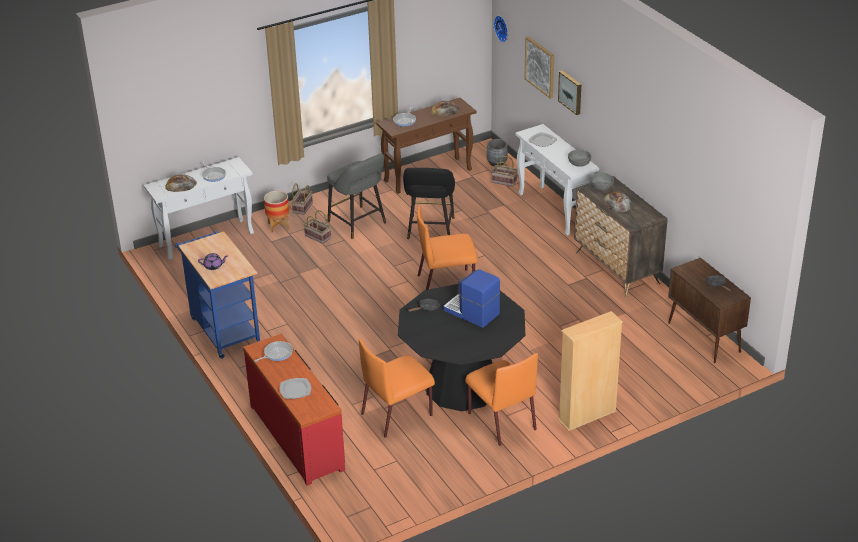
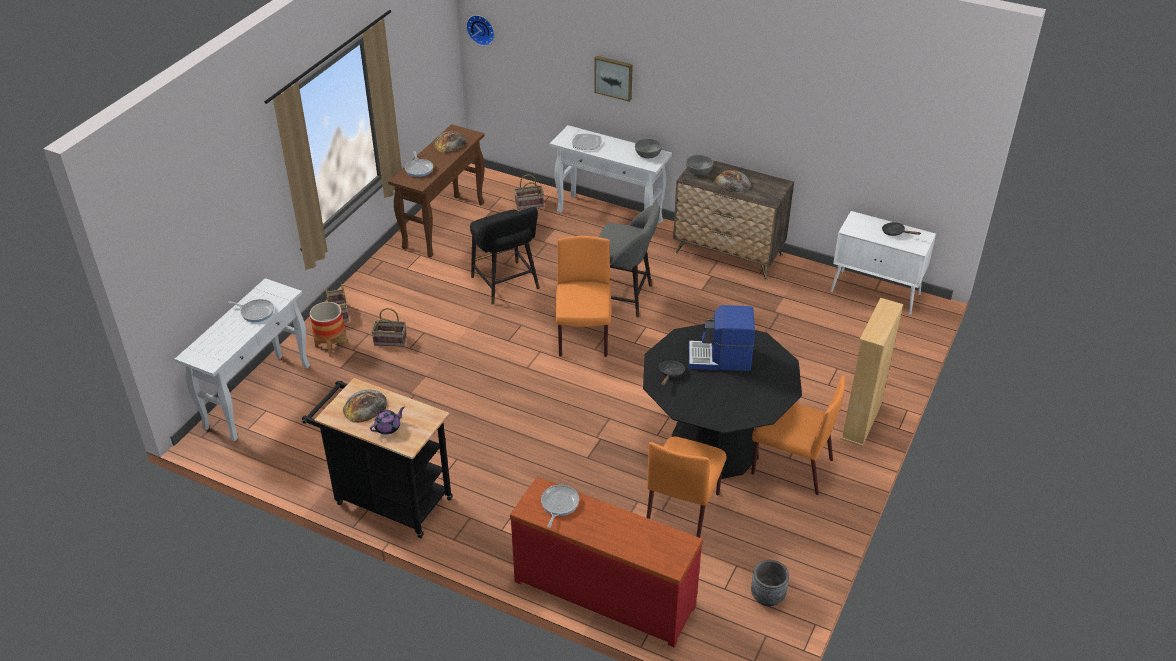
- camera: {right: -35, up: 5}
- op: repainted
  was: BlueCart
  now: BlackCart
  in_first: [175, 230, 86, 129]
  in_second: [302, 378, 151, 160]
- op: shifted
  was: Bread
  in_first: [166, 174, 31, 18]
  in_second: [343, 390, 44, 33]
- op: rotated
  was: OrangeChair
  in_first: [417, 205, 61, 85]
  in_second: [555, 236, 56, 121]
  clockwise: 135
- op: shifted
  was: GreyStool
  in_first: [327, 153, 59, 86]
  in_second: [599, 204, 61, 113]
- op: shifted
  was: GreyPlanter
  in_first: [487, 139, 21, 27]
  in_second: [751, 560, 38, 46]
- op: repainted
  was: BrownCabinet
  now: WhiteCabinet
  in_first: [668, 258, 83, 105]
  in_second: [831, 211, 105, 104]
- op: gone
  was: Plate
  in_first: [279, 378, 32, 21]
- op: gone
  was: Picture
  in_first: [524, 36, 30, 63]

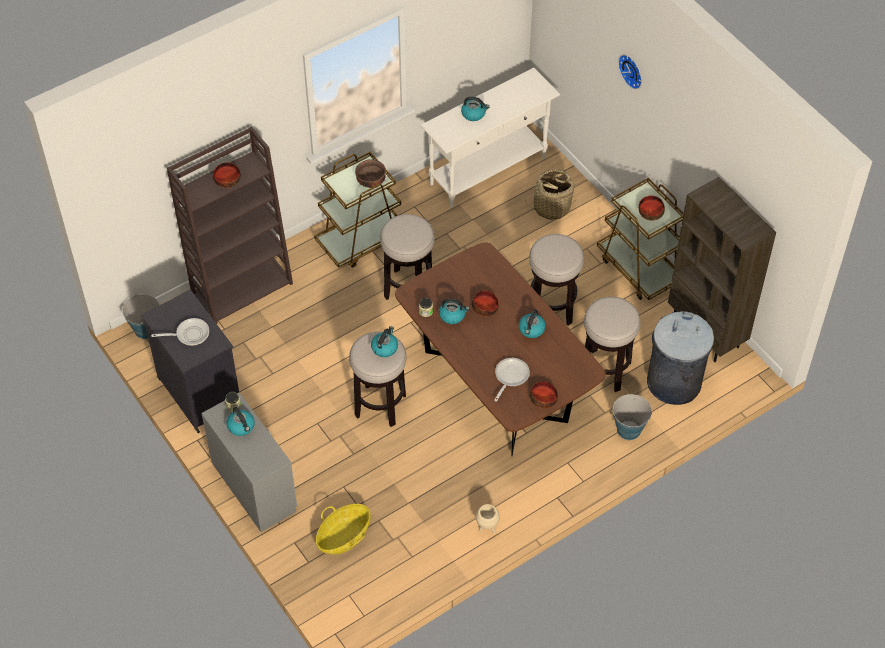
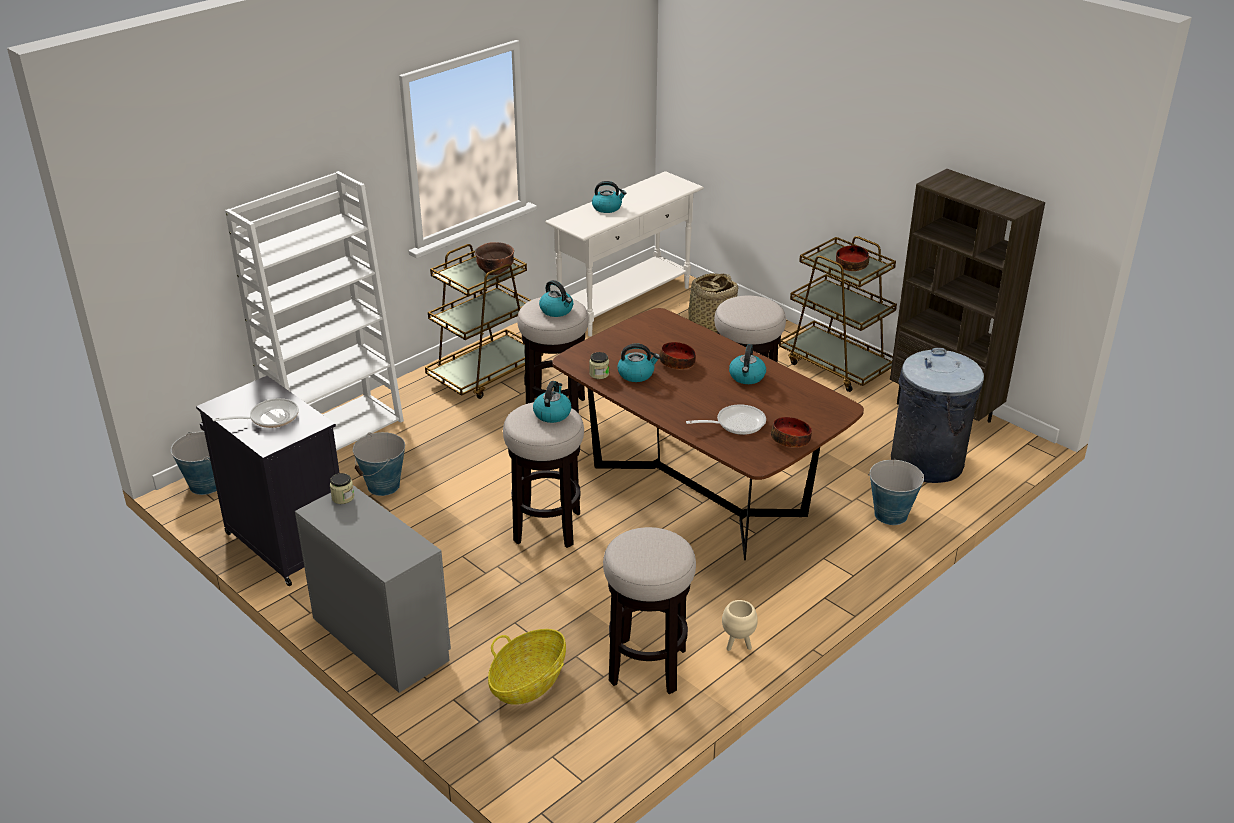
- camera: {right: -10, up: -20}
- op: repainted
  was: BrownBookcase
  now: WhiteBookcase
  in_first: [167, 126, 126, 198]
  in_second: [225, 171, 179, 280]
- op: new
  now: Bucket
  in_second: [353, 432, 52, 64]
- op: shifted
  was: Kettle
  in_first: [226, 407, 29, 29]
  in_second: [539, 280, 34, 37]
- op: shifted
  was: Stool
  in_first: [584, 297, 57, 95]
  in_second: [603, 527, 93, 167]
- op: rotated
  was: FryingPan
  in_first: [494, 358, 36, 44]
  in_second: [686, 404, 80, 31]
  clockwise: 60
- op: gone
  was: Bowl
  in_first: [213, 162, 28, 26]
- op: gone
  was: WallClock
  in_first: [618, 54, 24, 35]

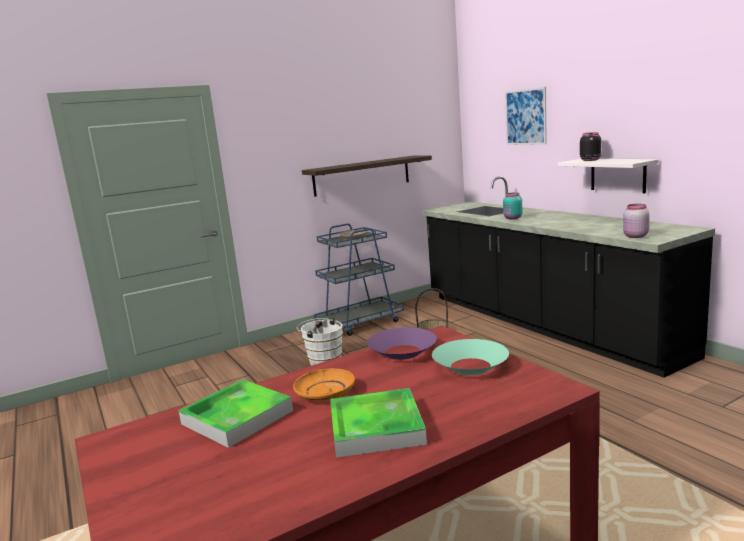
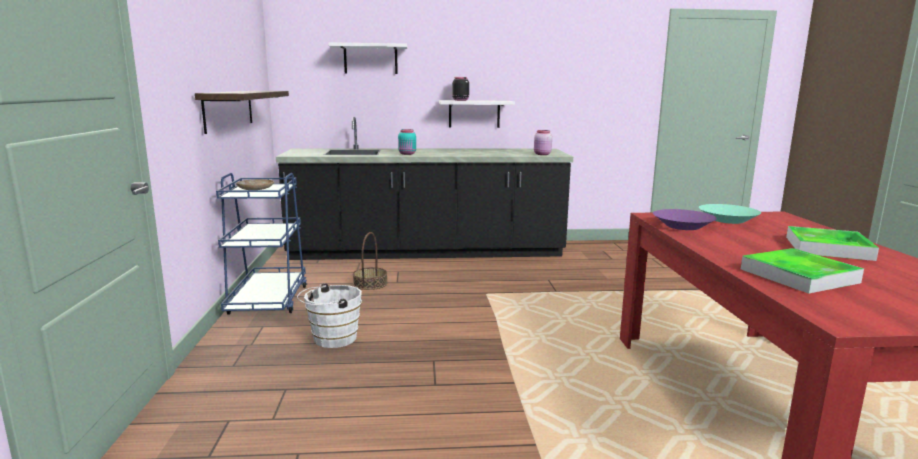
- camera: {right: -65, up: 0}
- op: swapped
  was: Picture
  now: WhiteShelf
  in_first: [505, 87, 42, 58]
  in_second: [328, 42, 79, 32]
- op: gone
  was: OrangePlate
  in_first: [293, 368, 62, 33]

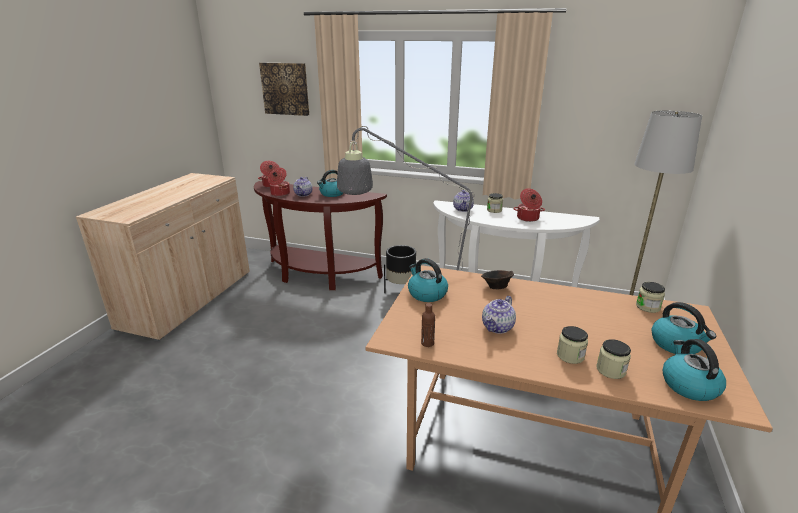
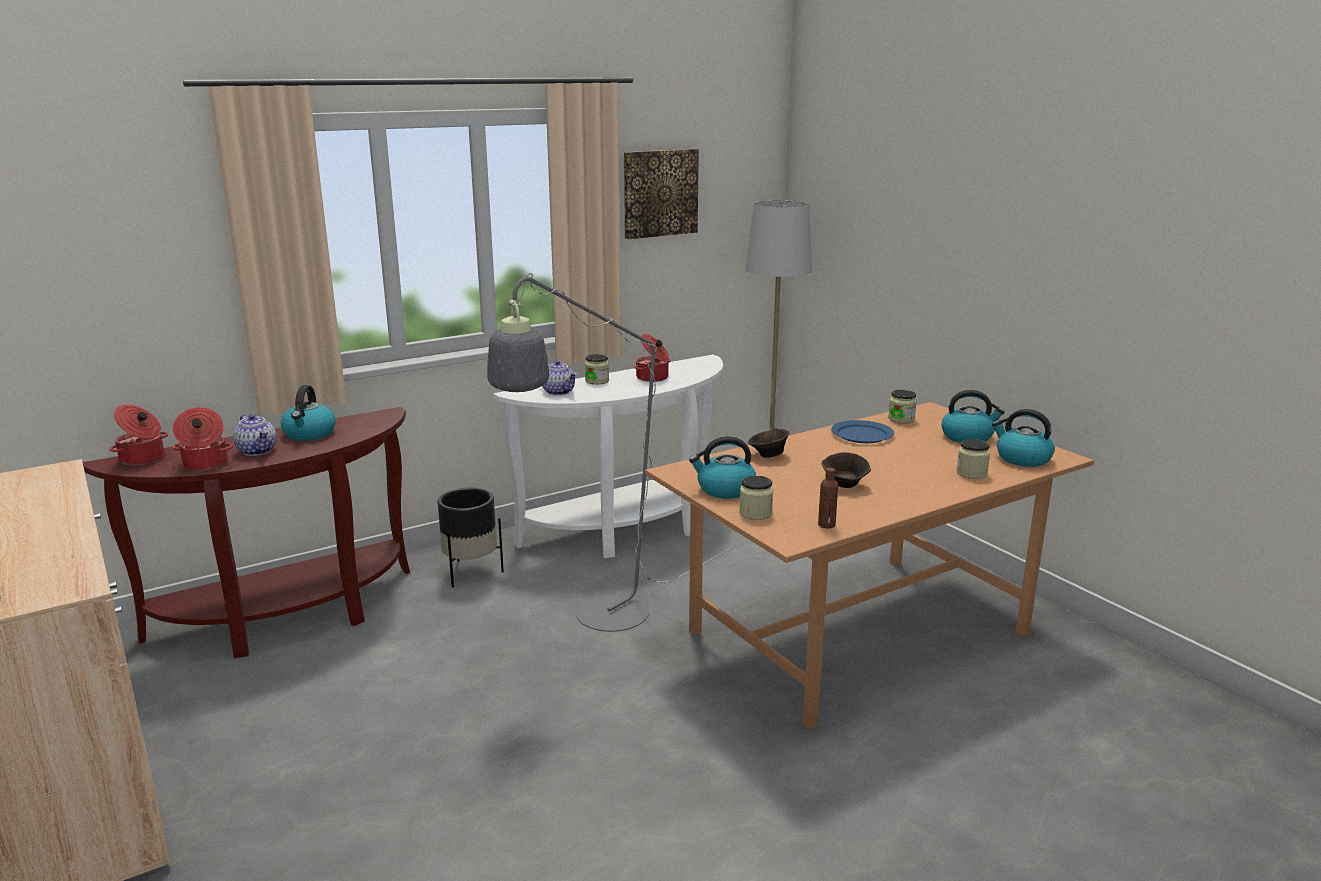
- camera: {right: -50, up: -5}
- op: shifted
  was: Picture
  in_first: [259, 62, 50, 54]
  in_second: [624, 149, 75, 90]
- op: shifted
  was: Jar
  in_first: [557, 326, 31, 38]
  in_second: [739, 476, 34, 44]
- op: swapped
  was: Teapot
  now: BrownBowl
  in_first: [482, 296, 34, 38]
  in_second: [822, 452, 49, 36]
- op: new
  now: BluePlate
  in_second: [831, 420, 63, 23]

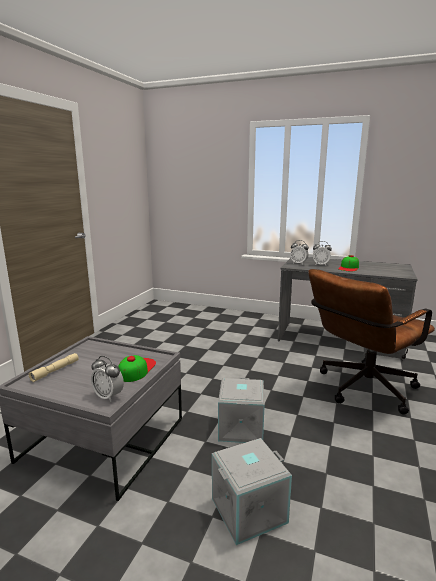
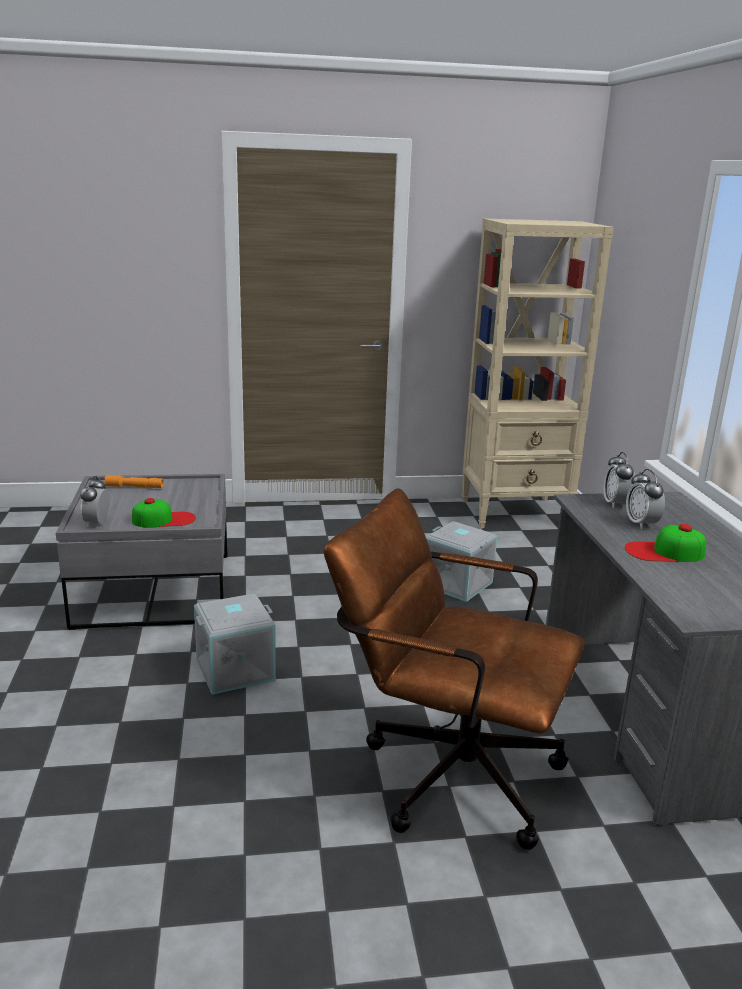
- camera: {right: 60, up: 5}
- op: repainted
  was: BeigeFlashlight
  now: OrangeFlashlight
  in_first: [29, 353, 50, 29]
  in_second: [104, 475, 60, 13]
- op: shifted
  was: GreyStorageBox
  in_first: [212, 438, 80, 107]
  in_second: [426, 521, 71, 81]
- op: new
  now: BeigeBookcase
  in_second: [462, 218, 152, 310]

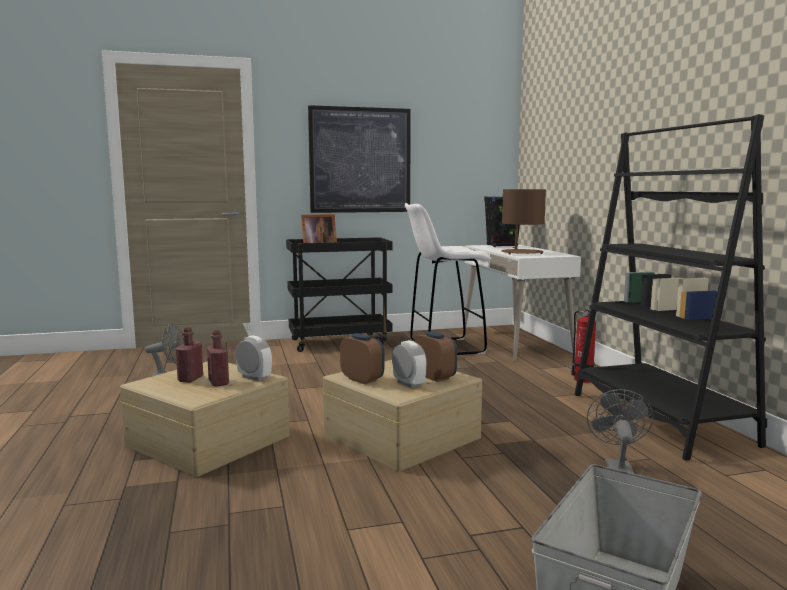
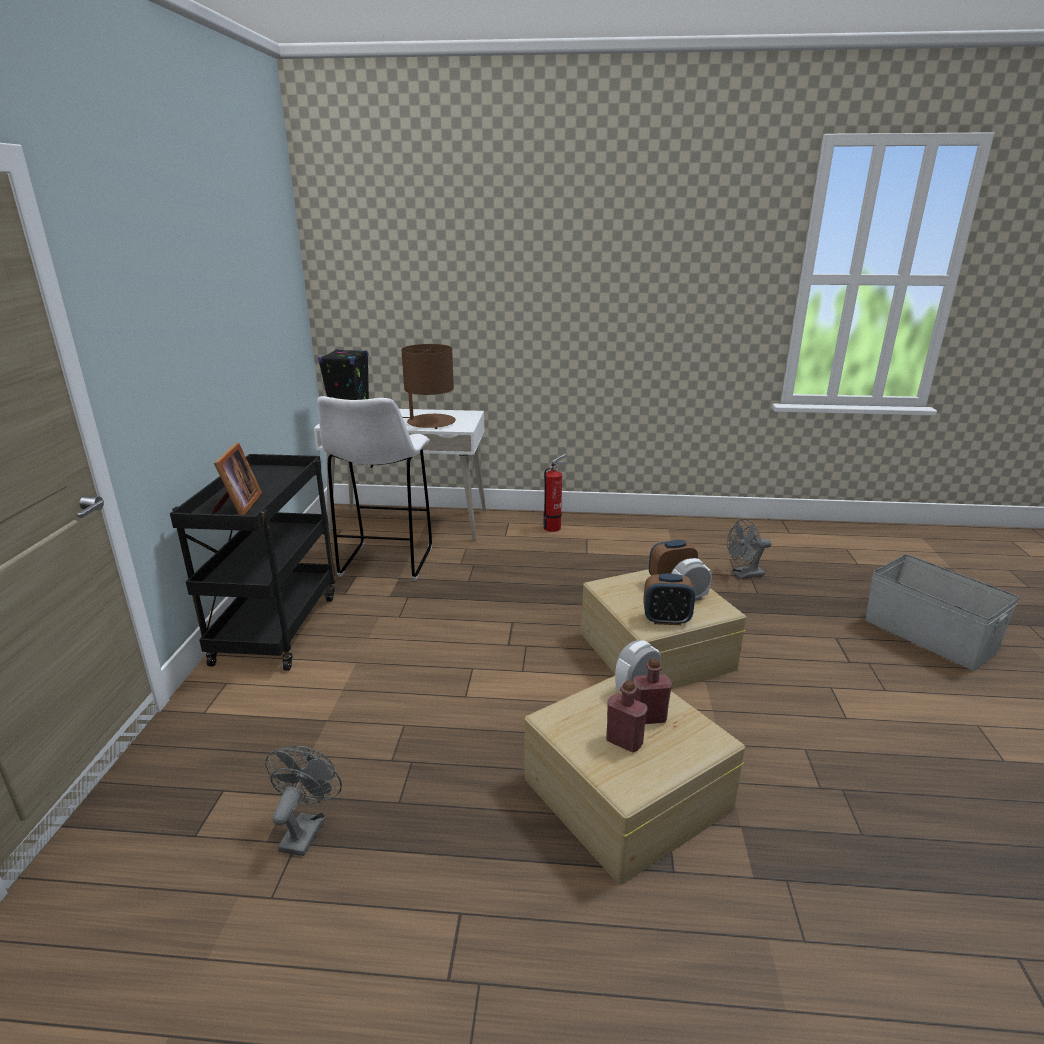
- camera: {right: -70, up: 15}
- op: rotated
  was: AlarmClock
  in_first: [340, 333, 44, 51]
  in_second: [643, 574, 52, 51]
  clockwise: -150
- op: rotated
  was: GreyFan
  in_first: [587, 389, 66, 84]
  in_second: [727, 518, 45, 61]
  clockwise: -45
- op: gone
  was: Picture
  in_first: [308, 105, 103, 108]
- op: gone
  was: BlackBookcase
  in_first: [575, 114, 192, 347]

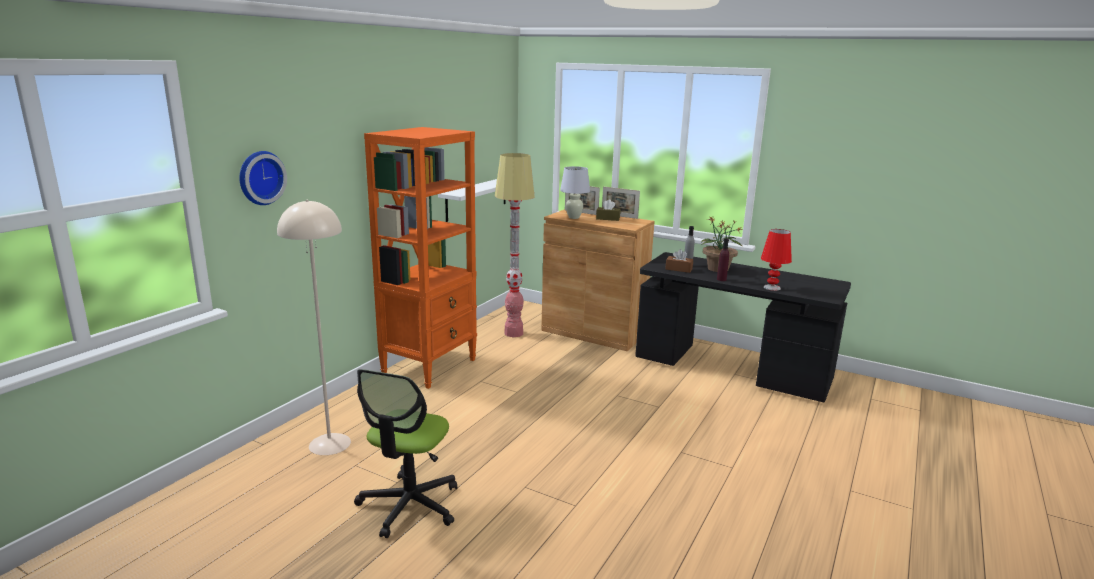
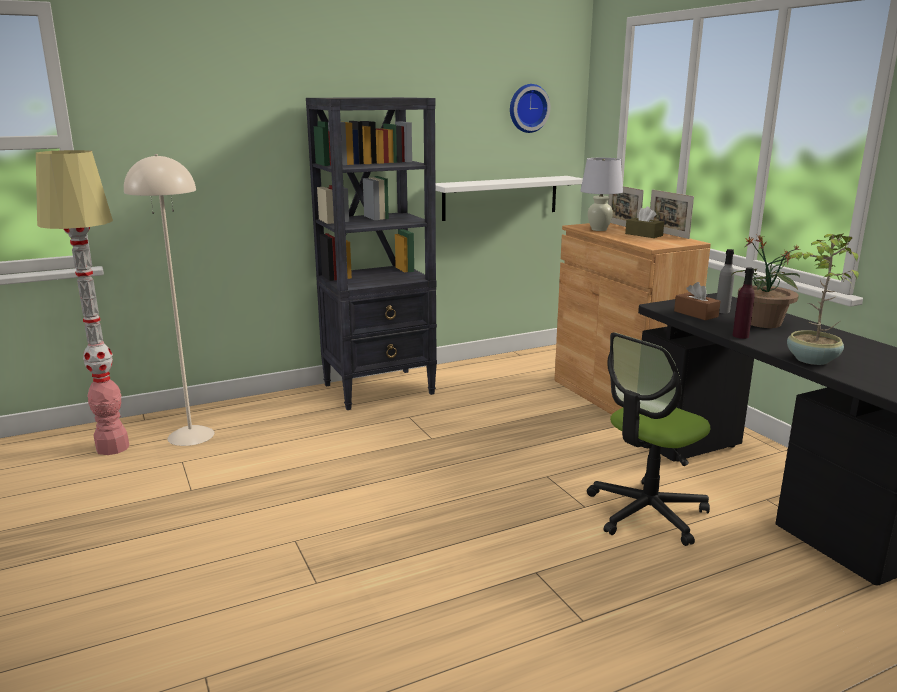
- camera: {right: 35, up: 0}
- op: shifted
  was: FloorLamp
  in_first: [495, 153, 40, 184]
  in_second: [36, 150, 93, 305]
- op: repainted
  was: OrangeBookcase
  now: BlackBookcase
  in_first: [364, 127, 113, 262]
  in_second: [306, 97, 131, 313]
- op: shifted
  was: WallClock
  in_first: [239, 151, 48, 54]
  in_second: [510, 84, 41, 49]
- op: shifted
  was: OfficeChair
  in_first: [354, 369, 103, 169]
  in_second: [587, 332, 123, 214]
- op: swapped
  was: RedTableLamp
  now: PottedPlant
  in_first: [761, 229, 31, 62]
  in_second: [787, 233, 72, 132]

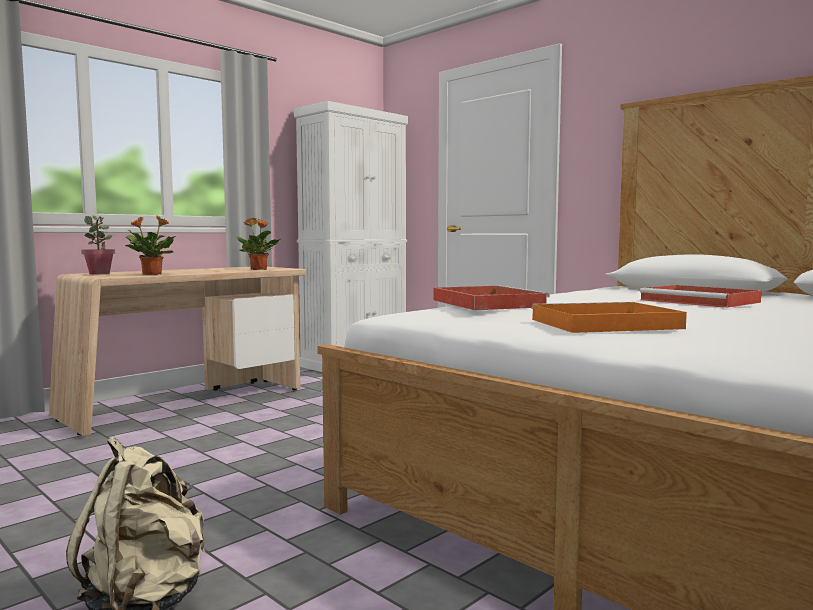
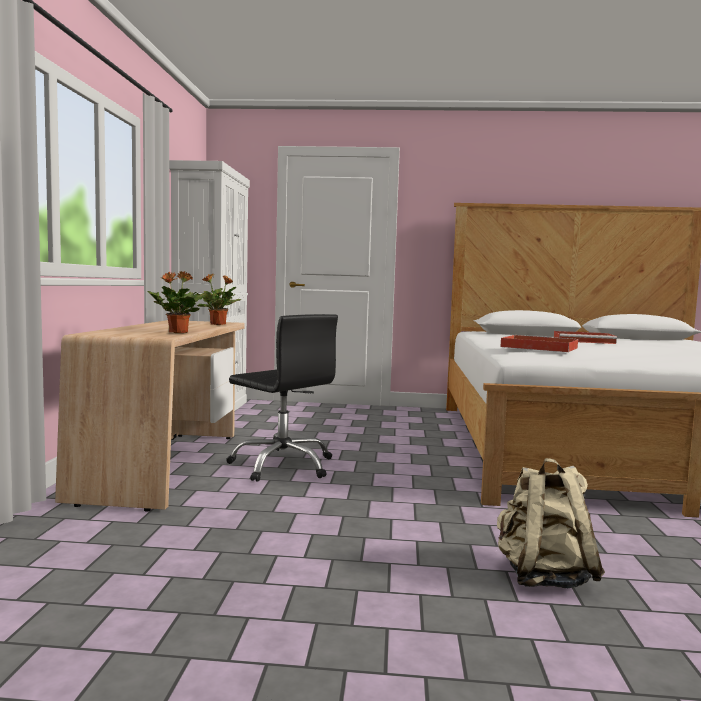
- camera: {right: -40, up: 0}
- op: new
  now: BlackOfficeChair
  in_second: [226, 314, 112, 168]
- op: gone
  was: PottedPlant
  in_first: [81, 216, 34, 58]
- op: gone
  was: OrangeTray
  in_first: [532, 302, 155, 31]

